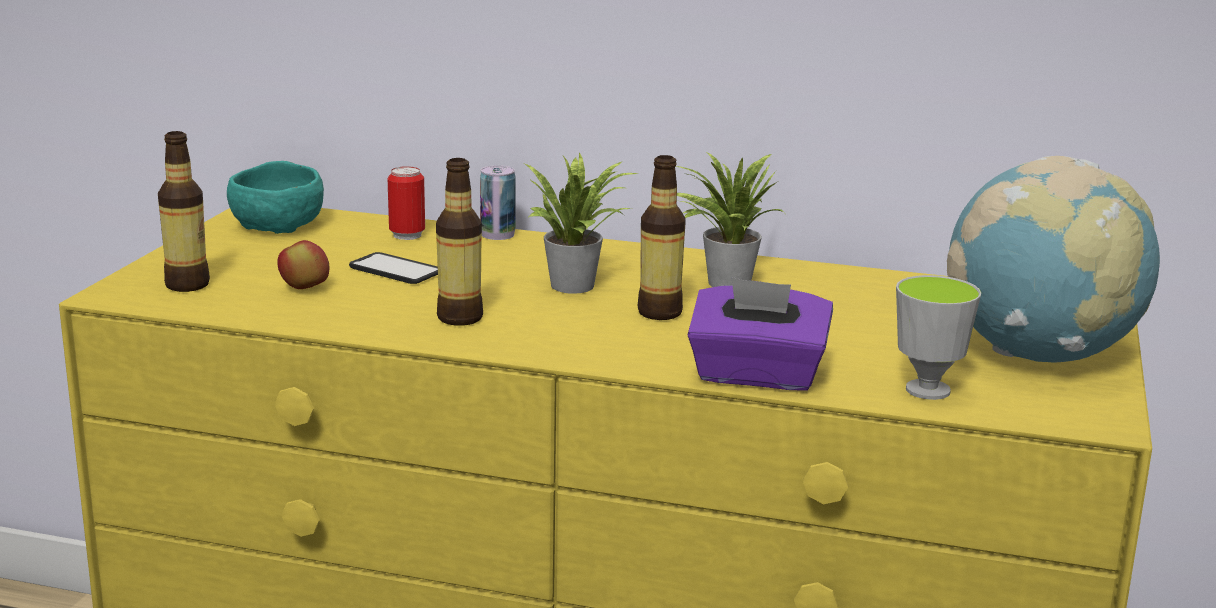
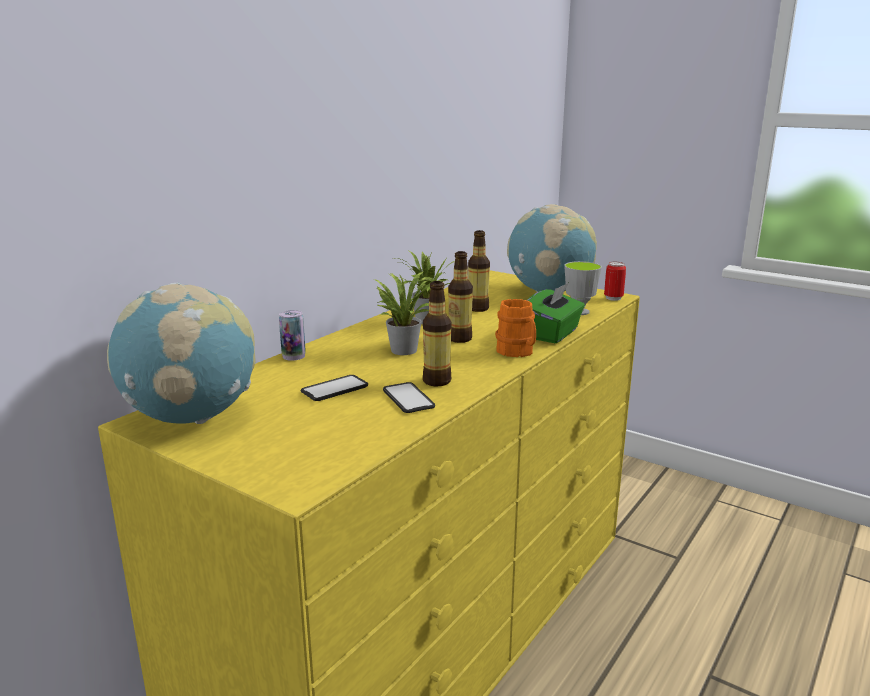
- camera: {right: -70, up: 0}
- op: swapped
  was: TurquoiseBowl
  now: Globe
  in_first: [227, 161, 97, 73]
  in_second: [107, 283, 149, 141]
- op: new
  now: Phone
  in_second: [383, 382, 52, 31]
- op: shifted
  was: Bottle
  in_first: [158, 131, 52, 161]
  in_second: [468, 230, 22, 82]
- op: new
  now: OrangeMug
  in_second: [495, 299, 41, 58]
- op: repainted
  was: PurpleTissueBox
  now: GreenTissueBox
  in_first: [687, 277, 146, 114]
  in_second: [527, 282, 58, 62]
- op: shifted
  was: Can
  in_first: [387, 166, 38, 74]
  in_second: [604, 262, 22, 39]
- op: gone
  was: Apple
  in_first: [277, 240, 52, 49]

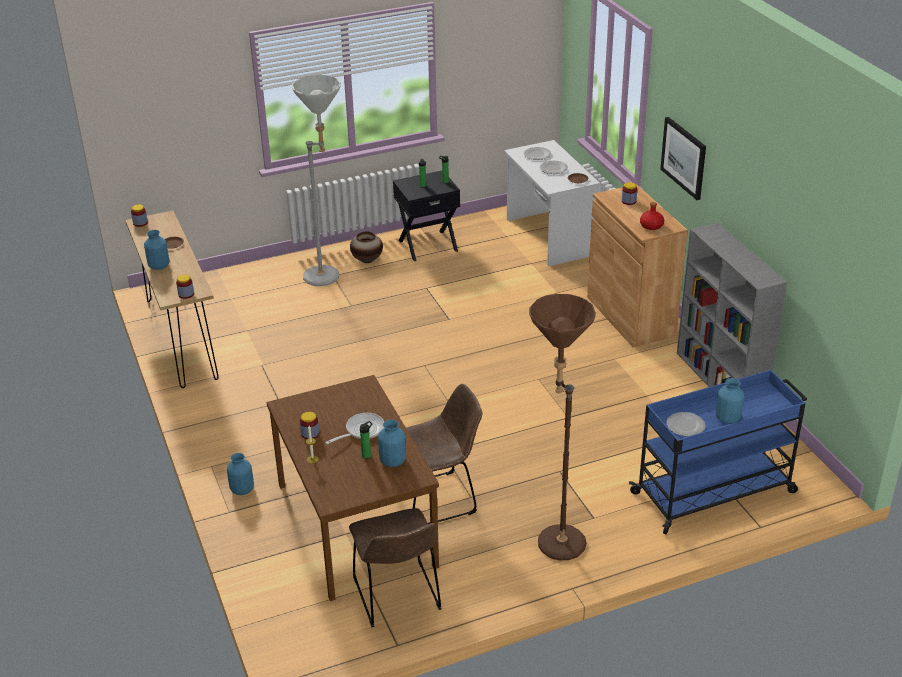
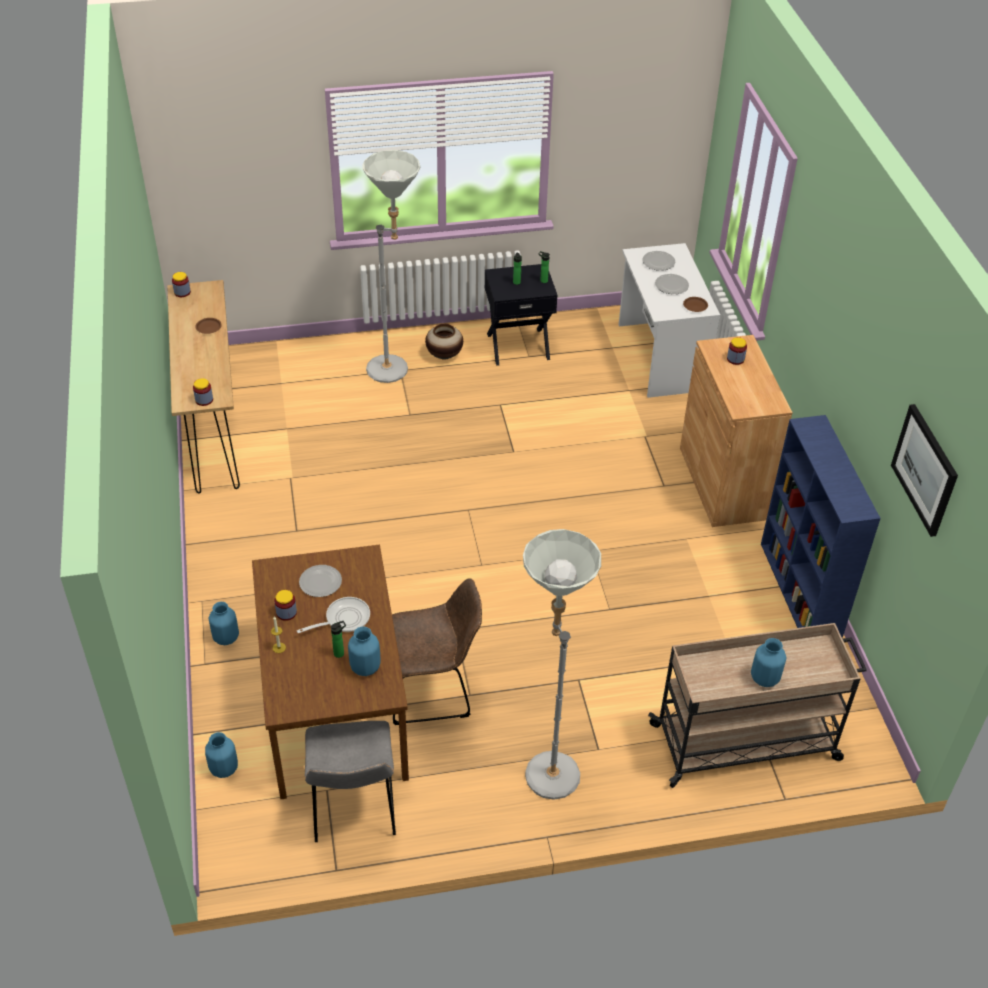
- camera: {right: 10, up: 10}
- op: shifted
  was: BlueVase
  in_first: [144, 230, 26, 40]
  in_second: [205, 732, 33, 46]
- op: shifted
  was: Plate
  in_first: [667, 412, 38, 24]
  in_second: [299, 565, 43, 32]
- op: repainted
  was: BrownChair
  now: GreyChair
  in_first: [349, 508, 92, 119]
  in_second: [305, 721, 91, 121]
- op: repainted
  was: BrownFloorLamp
  now: GreyFloorLamp
  in_first: [529, 294, 67, 266]
  in_second: [523, 529, 78, 271]
- op: repainted
  was: BlueCart
  now: BeigeCart
  in_first: [629, 370, 178, 164]
  in_second: [648, 623, 219, 165]
- op: repainted
  was: GreyBookcase
  now: BlueBookcase
  in_first: [677, 223, 110, 164]
  in_second: [761, 415, 119, 223]
- op: shifted
  was: Picture
  in_first: [660, 117, 46, 83]
  in_second: [891, 404, 67, 133]
- op: gone
  was: RedBottle
  in_first: [640, 202, 24, 28]

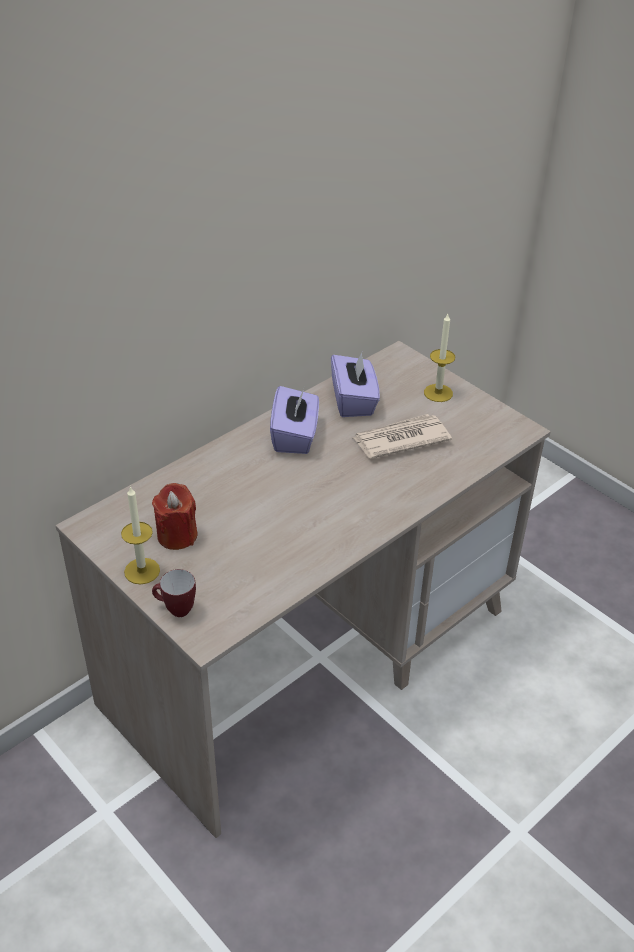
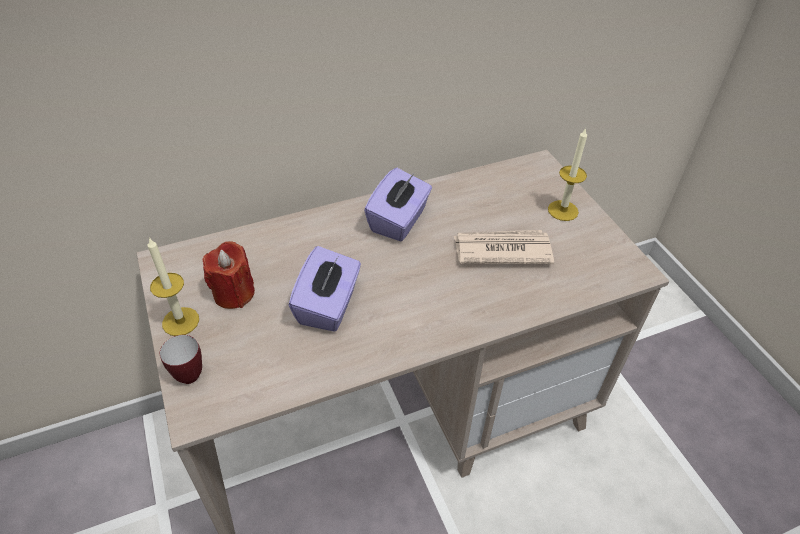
- camera: {right: 20, up: 5}
- op: shifted
  was: PurpleTissueBox
  in_first: [331, 352, 49, 65]
  in_second: [289, 246, 72, 86]

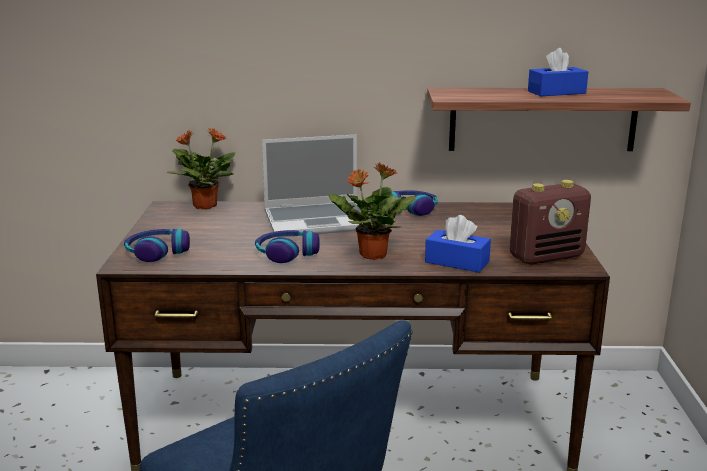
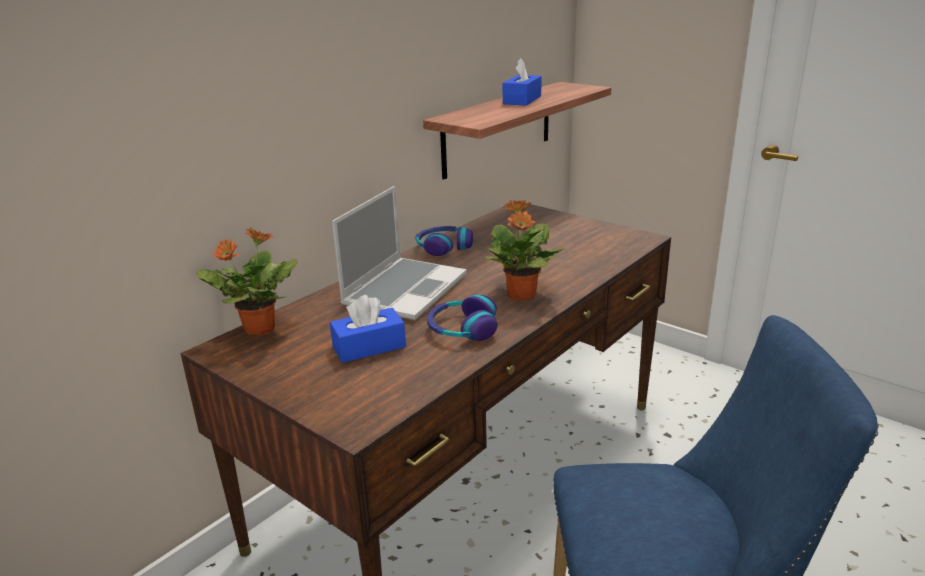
- camera: {right: -50, up: 5}
- op: shifted
  was: BlueTissueBox
  in_first: [425, 215, 66, 58]
  in_second: [330, 295, 76, 68]
- op: gone
  was: Headphones
  in_first: [124, 229, 66, 33]
- op: gone
  was: Radio
  in_first: [510, 180, 81, 84]

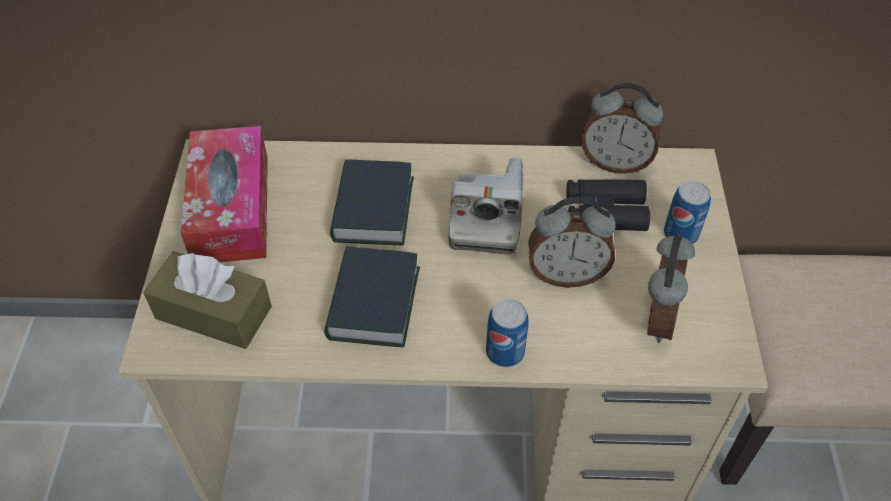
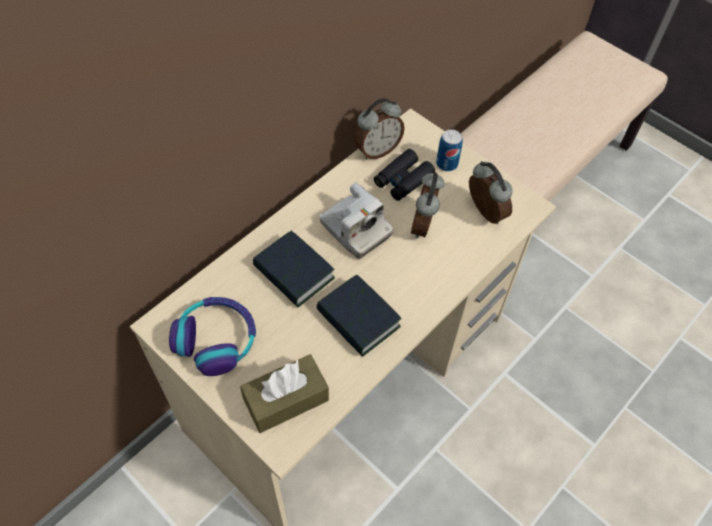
- camera: {right: -50, up: 5}
- op: swapped
  was: TissueBox
  now: Headphones
  in_first: [181, 126, 87, 136]
  in_second: [169, 297, 87, 79]
- op: rotated
  was: AlarmClock
  in_first: [528, 197, 88, 91]
  in_second: [411, 172, 34, 67]
  clockwise: 150
- op: gone
  was: Can
  in_first: [486, 299, 43, 68]

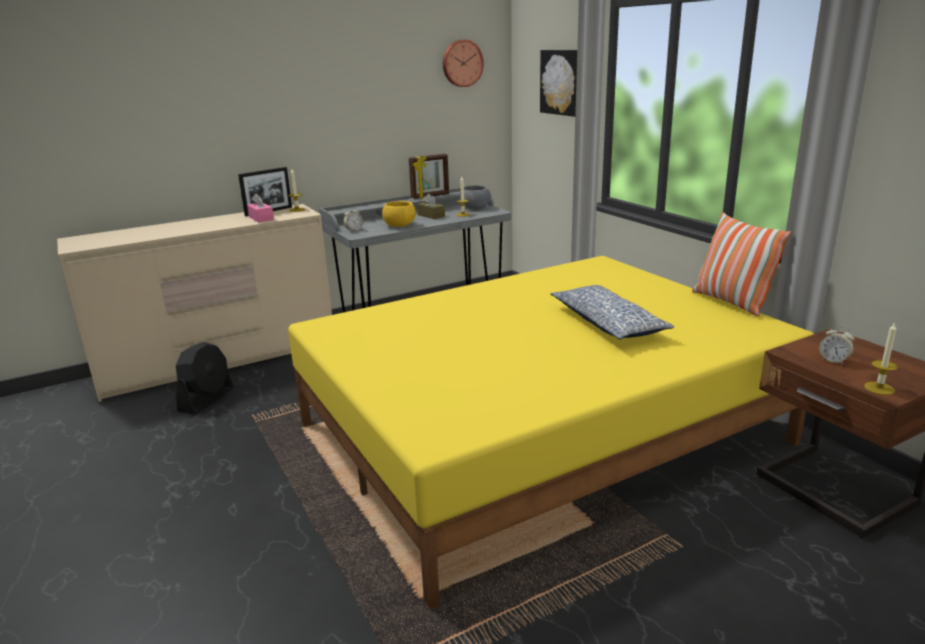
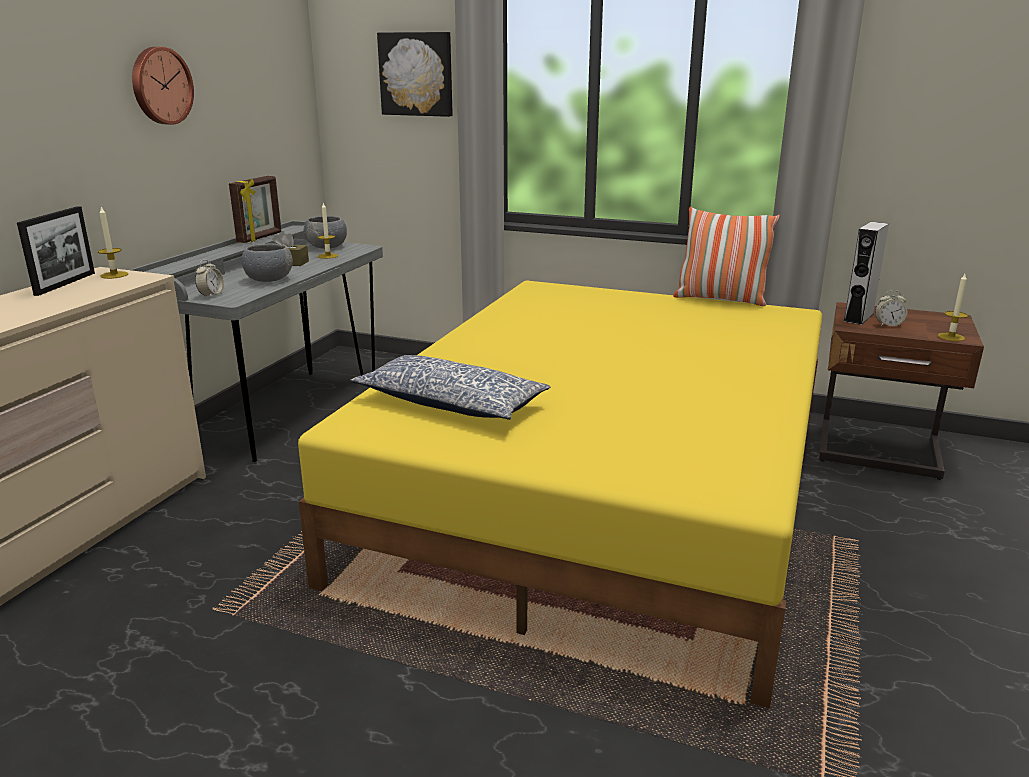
- camera: {right: -40, up: 0}
- op: shifted
  was: WallClock
  in_first: [443, 40, 41, 47]
  in_second: [132, 47, 62, 78]
- op: repainted
  was: YellowBowl
  now: GreyBowl
  in_first: [382, 201, 34, 26]
  in_second: [242, 243, 51, 39]
- op: shifted
  was: Pillow
  in_first: [551, 285, 123, 55]
  in_second: [350, 355, 201, 65]
- op: new
  now: GreySpeaker
  in_second: [843, 222, 46, 103]
- op: gone
  was: BlackFan
  in_first: [176, 342, 58, 73]
- op: gone
  was: PinkTissueBox
  in_first: [247, 193, 27, 30]

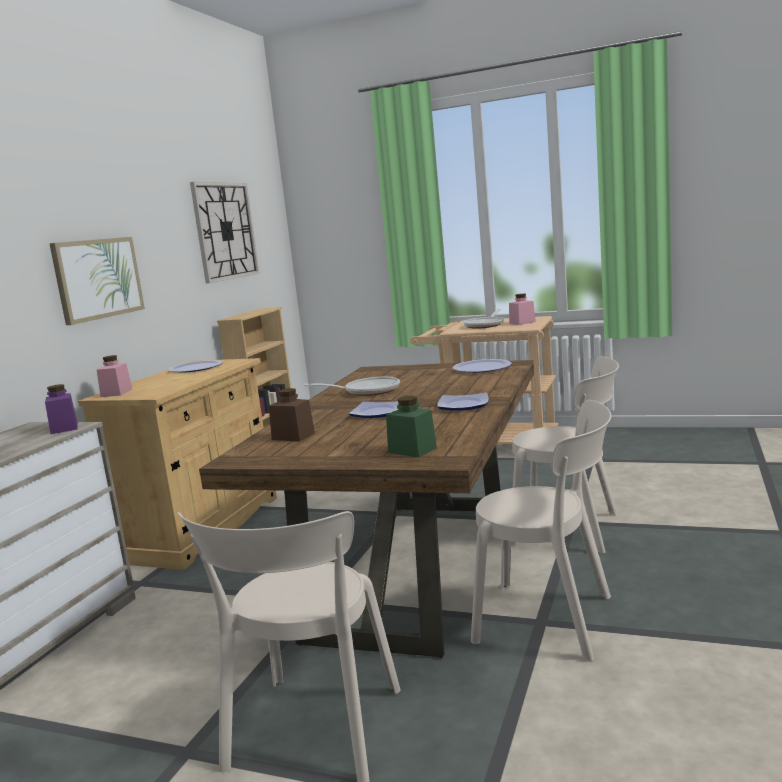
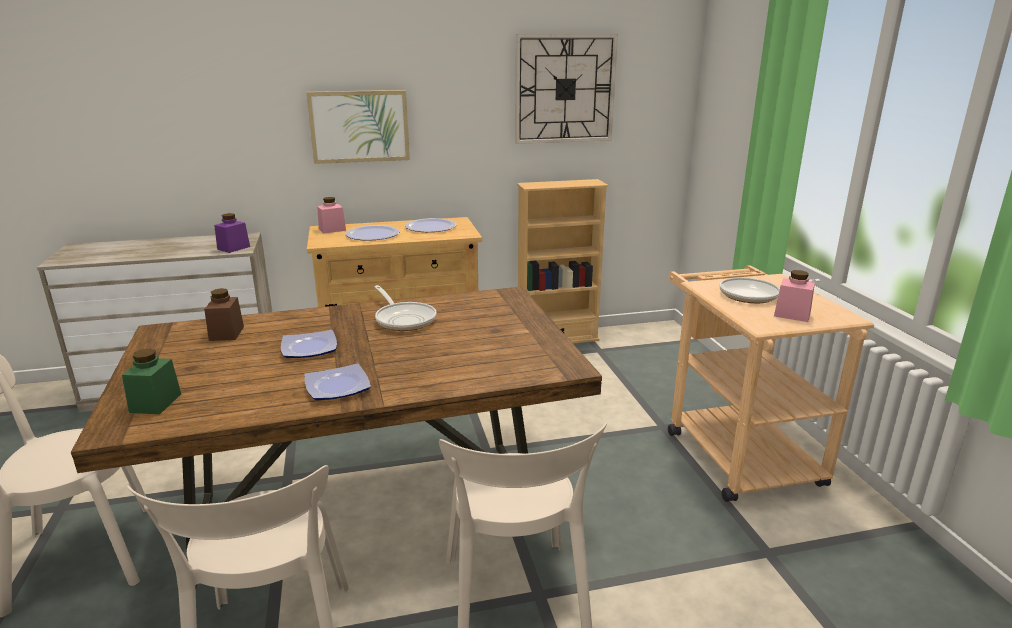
- camera: {right: 55, up: 10}
- op: shifted
  was: Plate
  in_first: [453, 359, 58, 14]
  in_second: [346, 225, 53, 16]

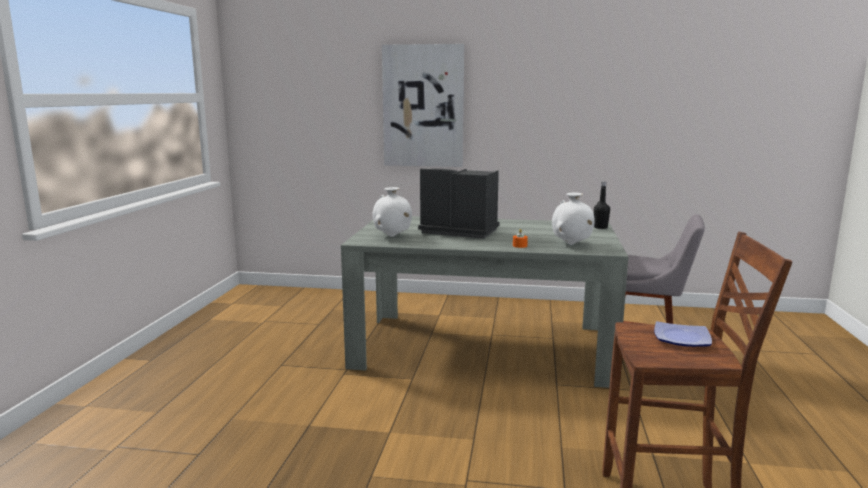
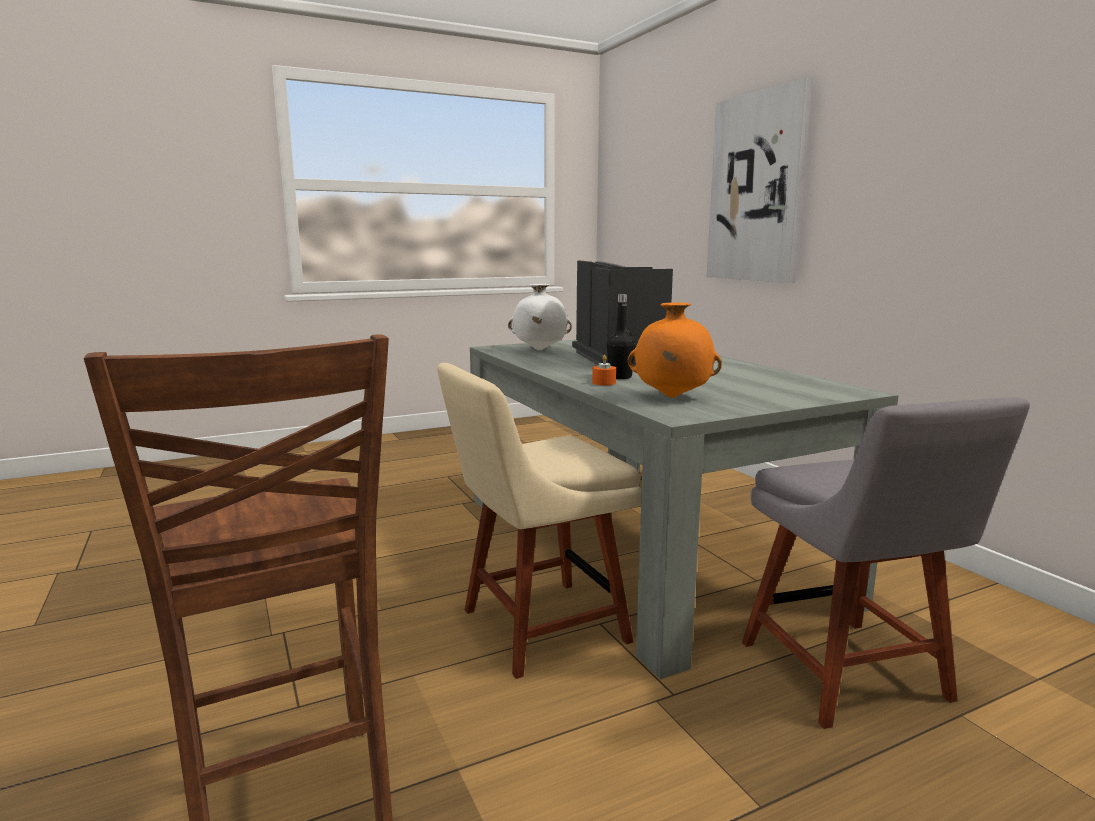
- camera: {right: 55, up: 0}
- op: new
  now: BeigeChair
  in_second: [437, 363, 205, 316]
- op: shifted
  was: BlackBottle
  in_first: [594, 181, 16, 48]
  in_second: [607, 294, 29, 85]
- op: repainted
  was: WhiteVase
  now: OrangeVase
  in_first: [552, 193, 43, 52]
  in_second: [628, 302, 94, 96]
- op: gone
  was: Plate
  in_first: [654, 321, 58, 26]

